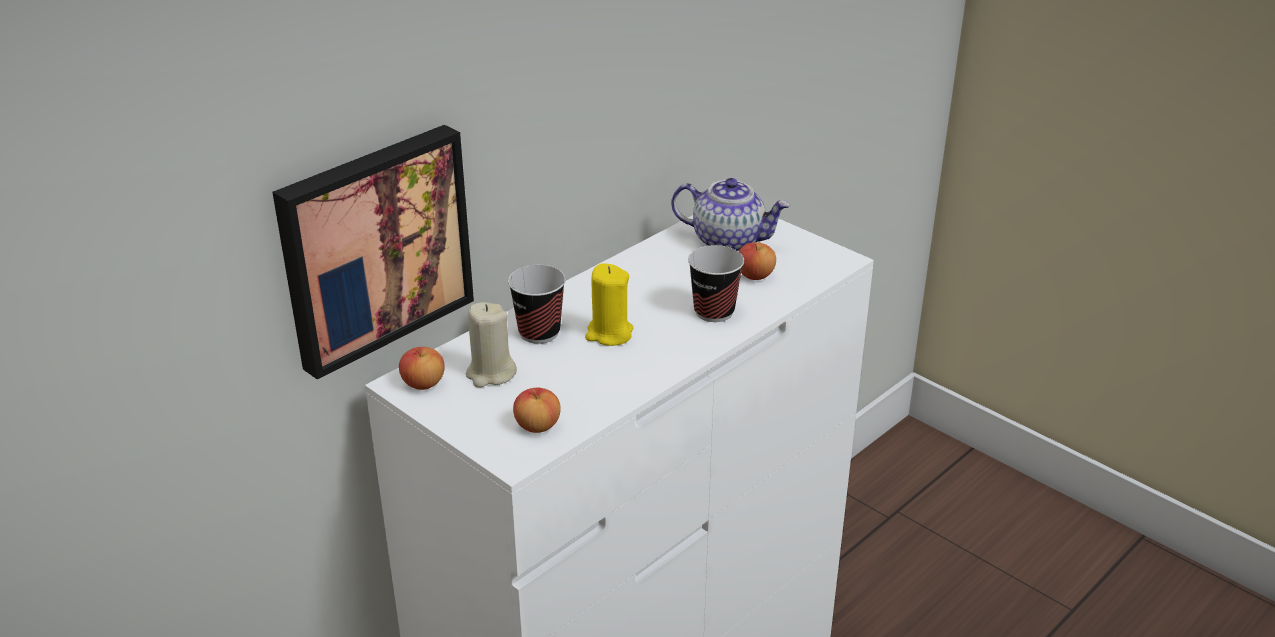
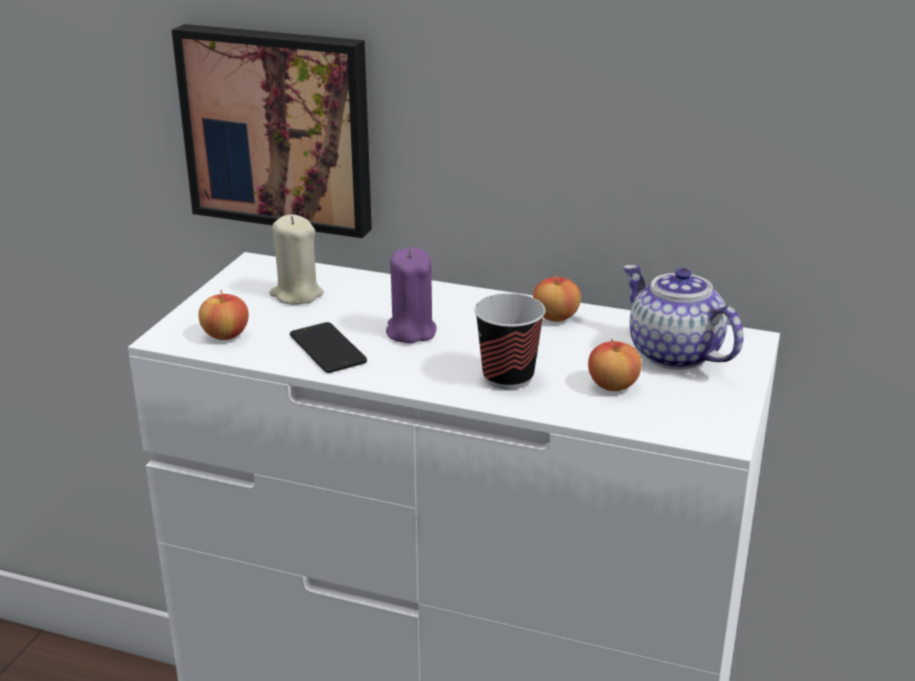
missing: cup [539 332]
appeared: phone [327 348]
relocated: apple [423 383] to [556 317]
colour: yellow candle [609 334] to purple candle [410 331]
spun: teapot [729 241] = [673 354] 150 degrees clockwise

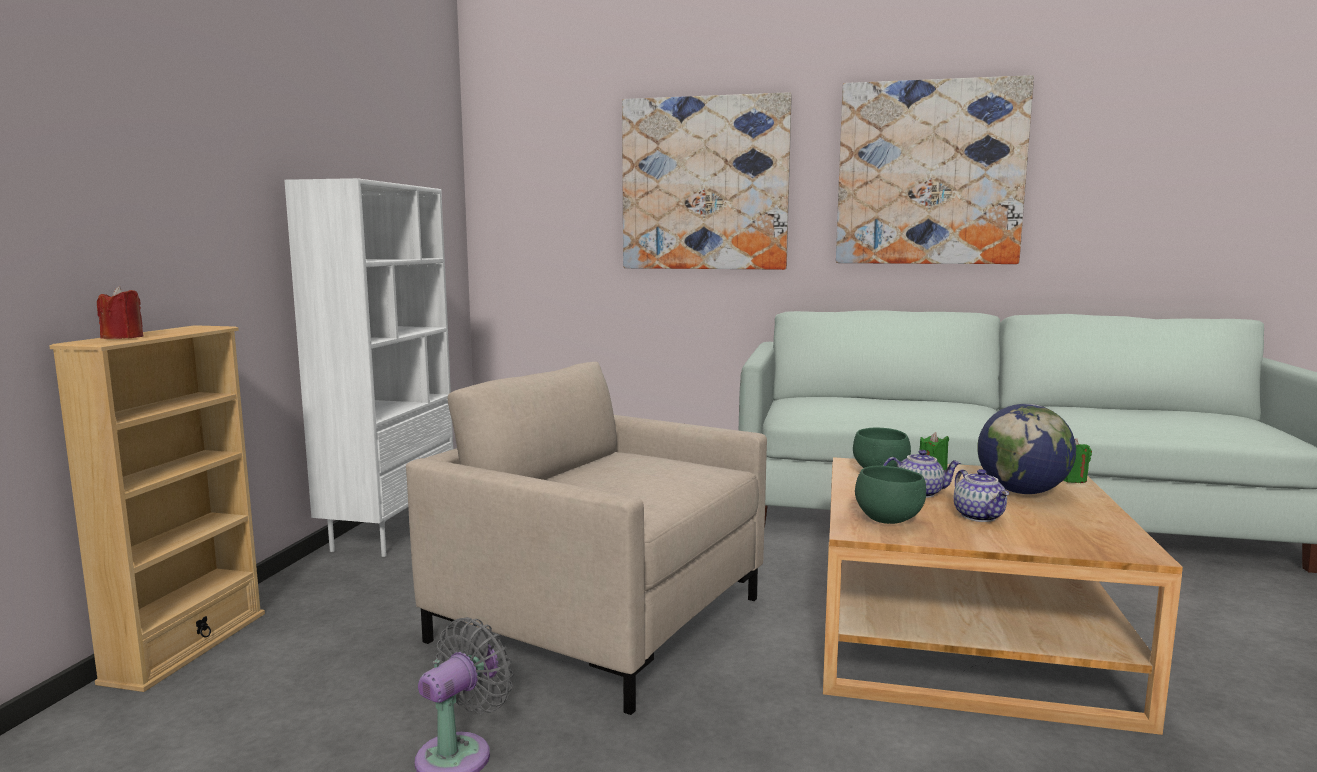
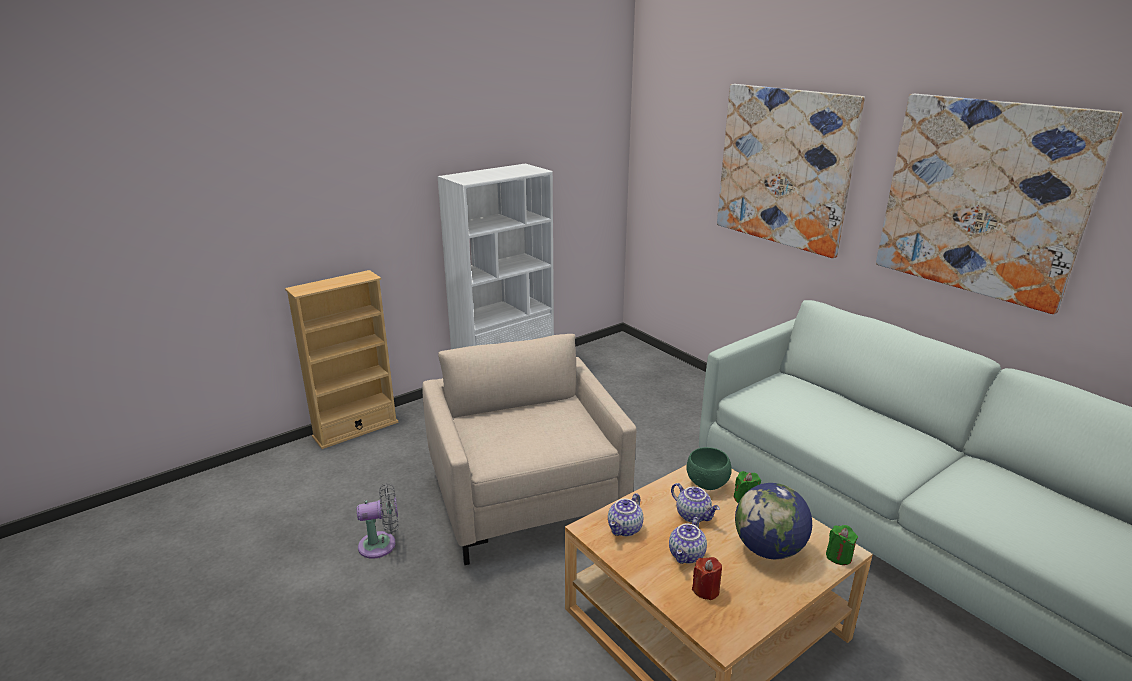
relocated: red candle [123 337] to [706 590]
exchanged: green bowl [889 520] to teapot [625 529]

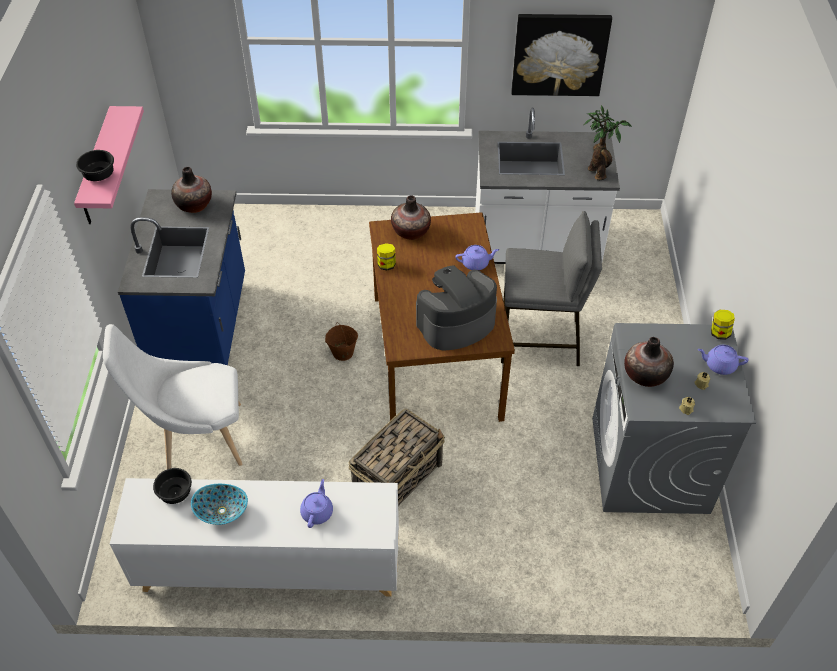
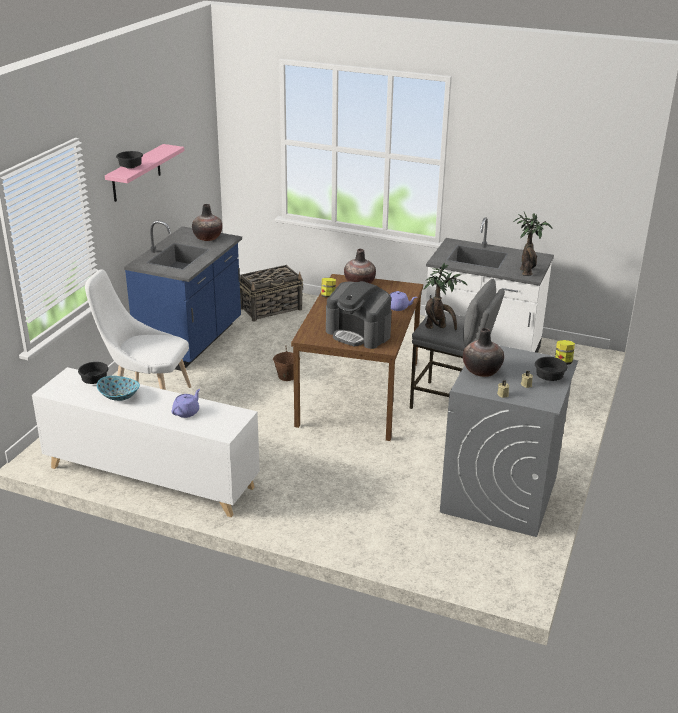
missing: picture [559 54]
appeared: potted plant [438 327]
relocated: basket [398 476] to [271 309]
exchanged: purple teapot [719 365] to black bowl [550 378]
spun: coffee machine [455 324] = [359 333] 135 degrees counterclockwise

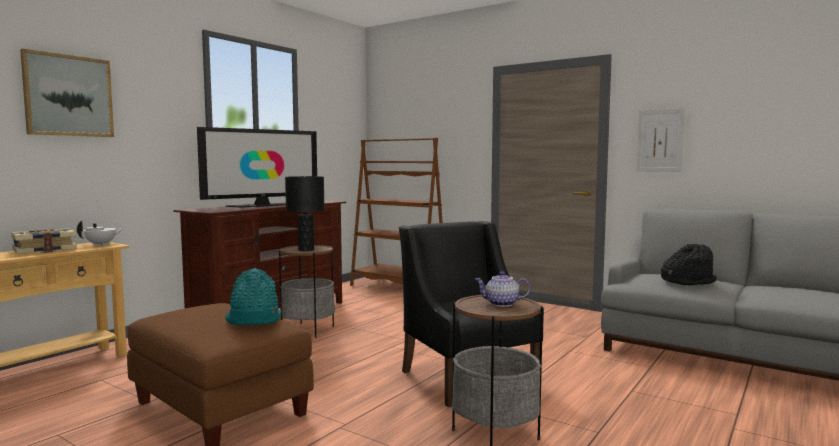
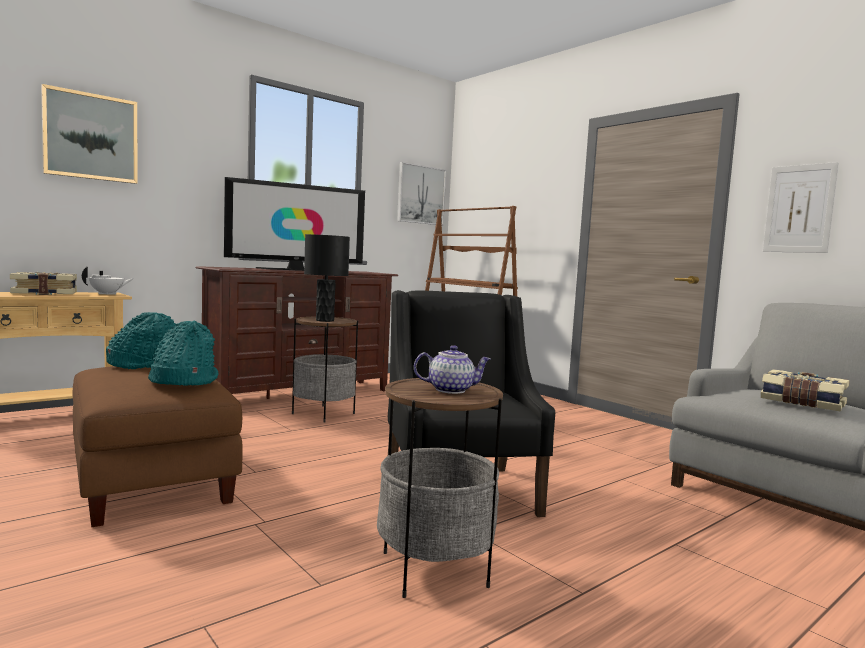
appeared: turquoise hat [146 364]; picture [421 194]
exchanged: black hat [687 281] to book [802 403]
spun: teapot [501 304] = [451 390] 150 degrees clockwise

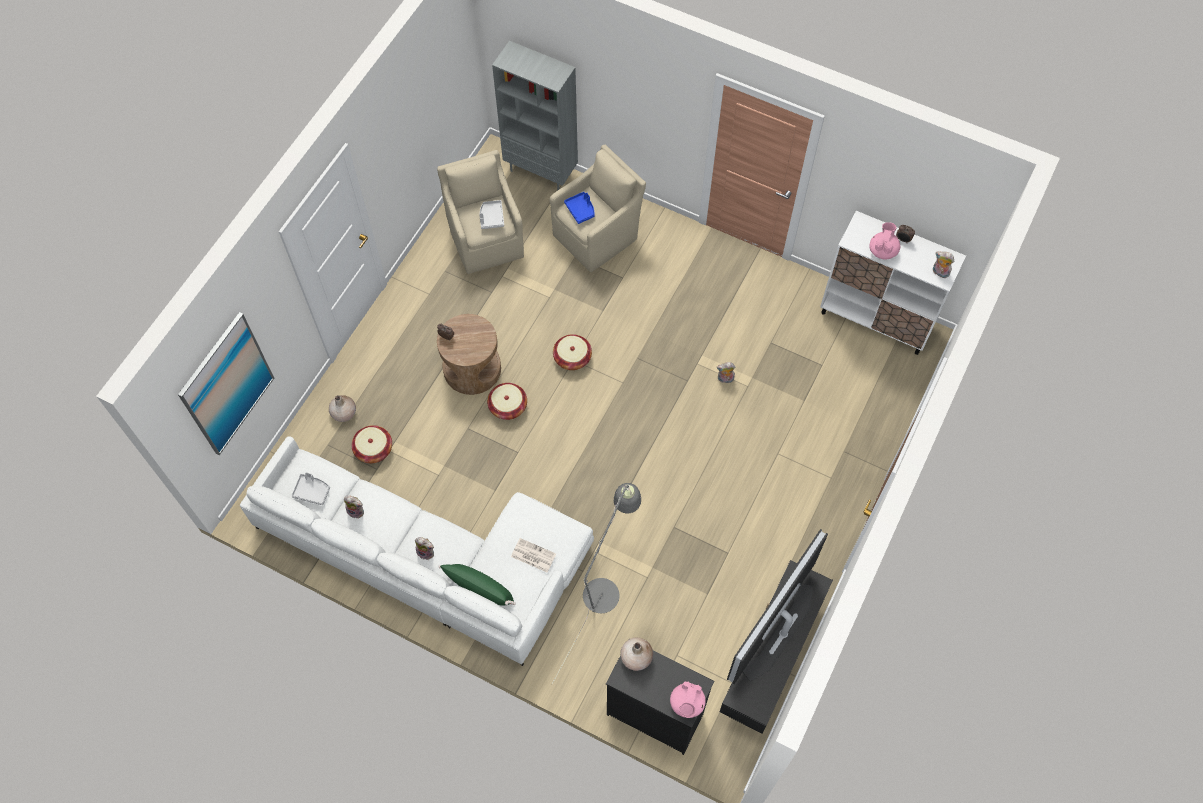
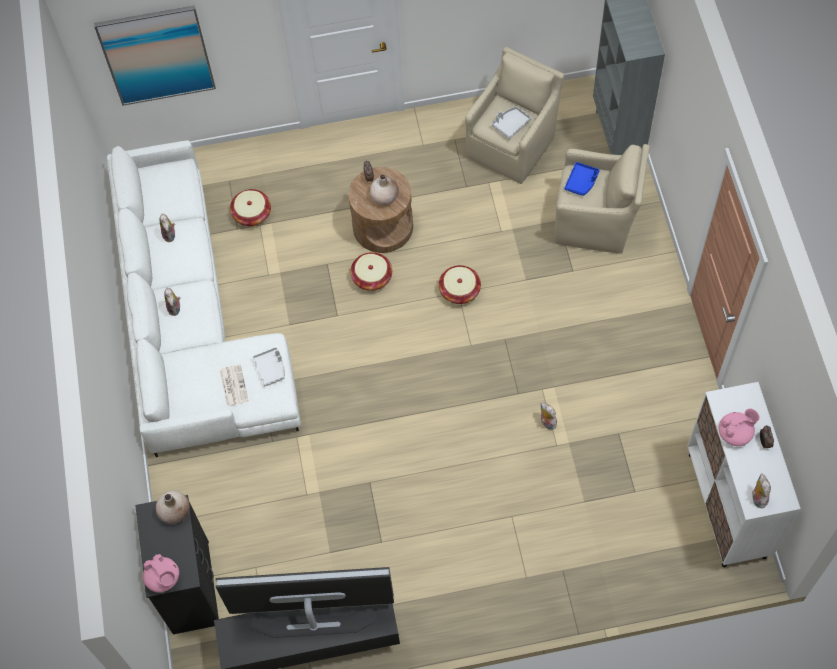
missing: green pillow [479 588]; grey floor lamp [605 586]
relocated: grey tray [312 491] to [271 368]; beige vase [344 413] to [384 196]
spun: pink teapot [687 704] = [163 579] 105 degrees counterclockwise

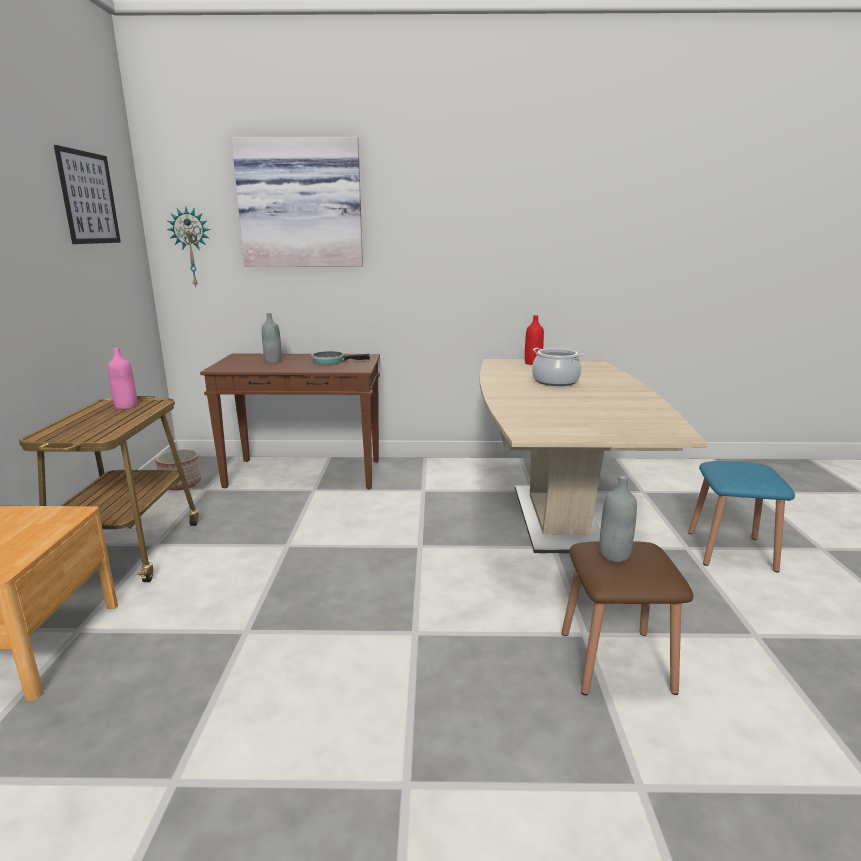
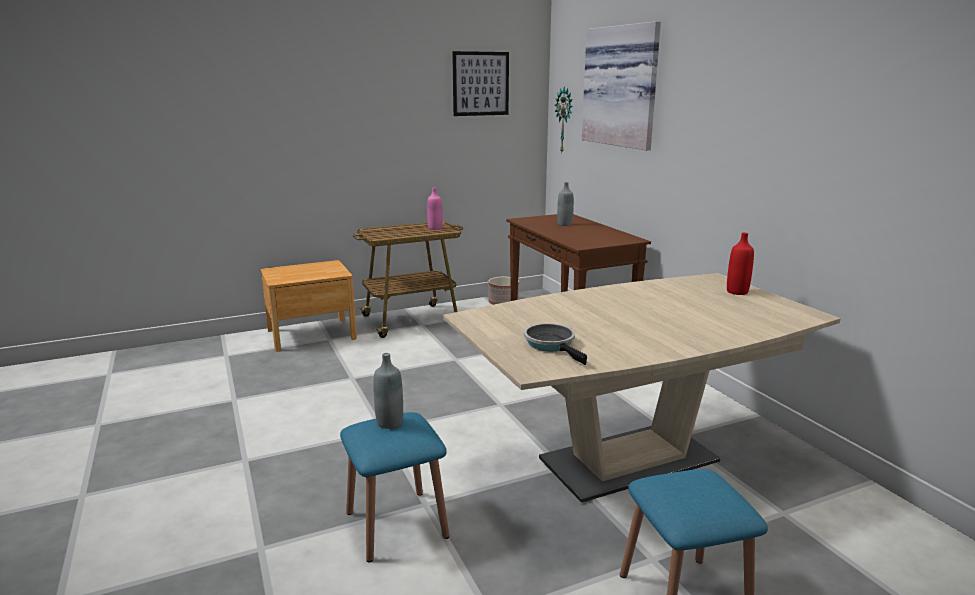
missing: cooking pot [555 381]
relocated: frying pan [331 361] to [552 345]
colour: brown stool [615 661] to blue stool [396 524]

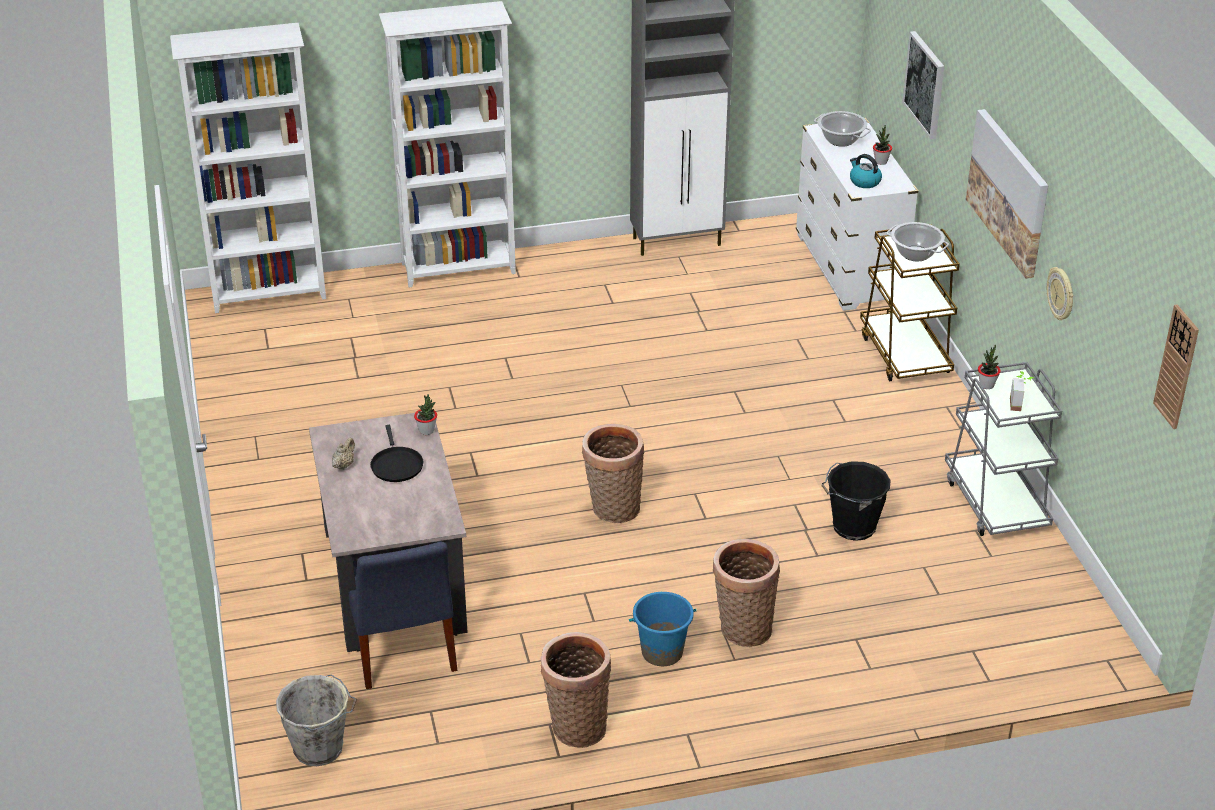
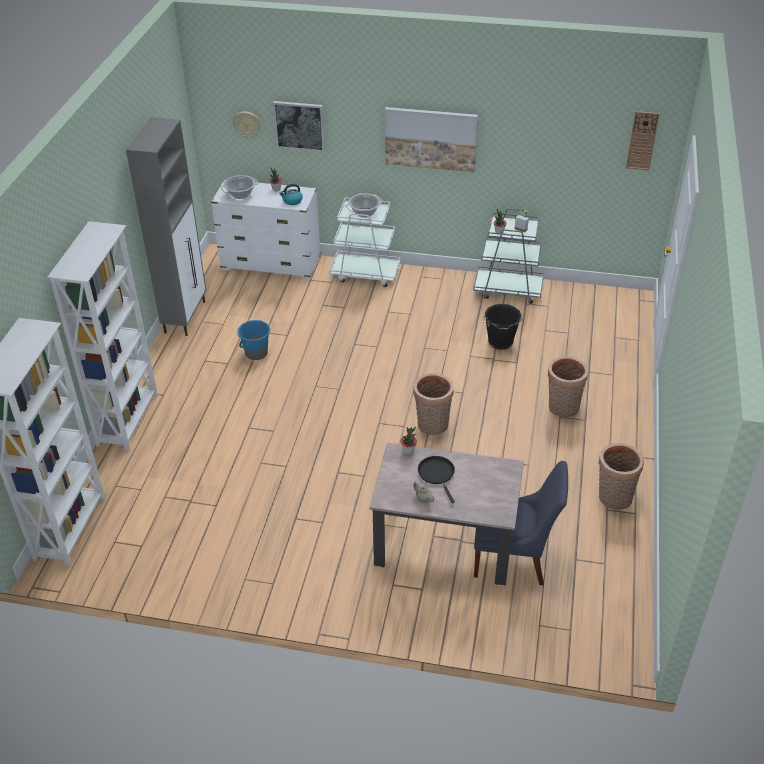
missing: grey bucket [320 748]
relocated: blue bucket [662 652] to [256 353]; wall clock [1061 294] to [247 124]
colour: brown cart [904 354] to white cart [365 273]
spun: black frying pan [396 465] = [437 474] 120 degrees counterclockwise

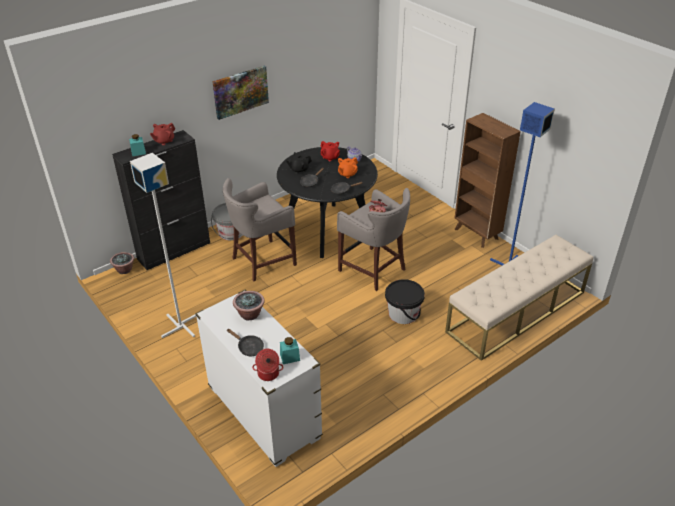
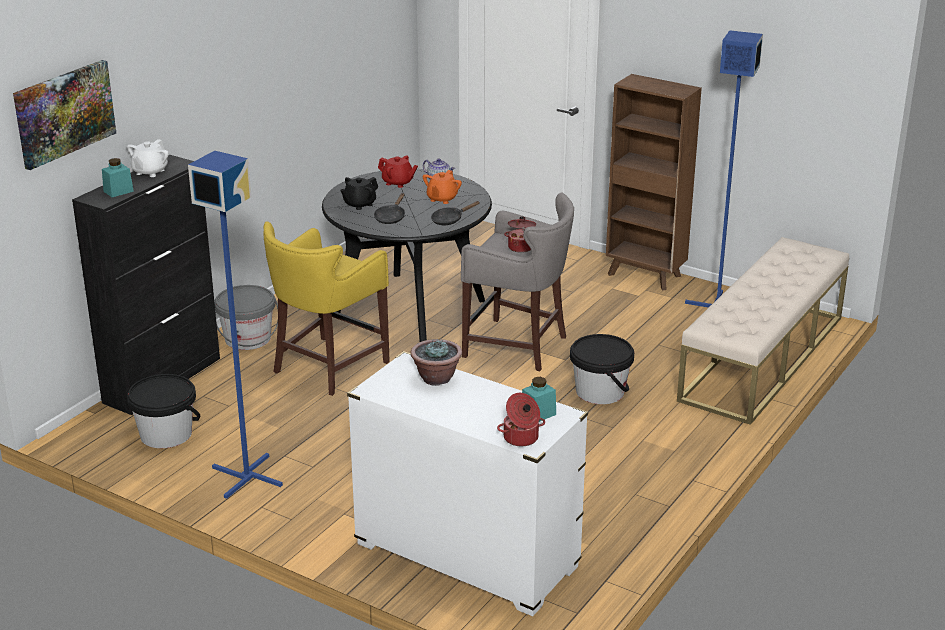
missing: potted plant [124 270]; black frying pan [248 347]
appeared: black bucket [166 434]
relocated: picture [240 91] to [64 113]
colour: white floor lamp [181 325] to blue floor lamp [247 476]; red teapot [164 141] to white teapot [150 172]; grey stool [261 261] to yellow stool [327 367]

